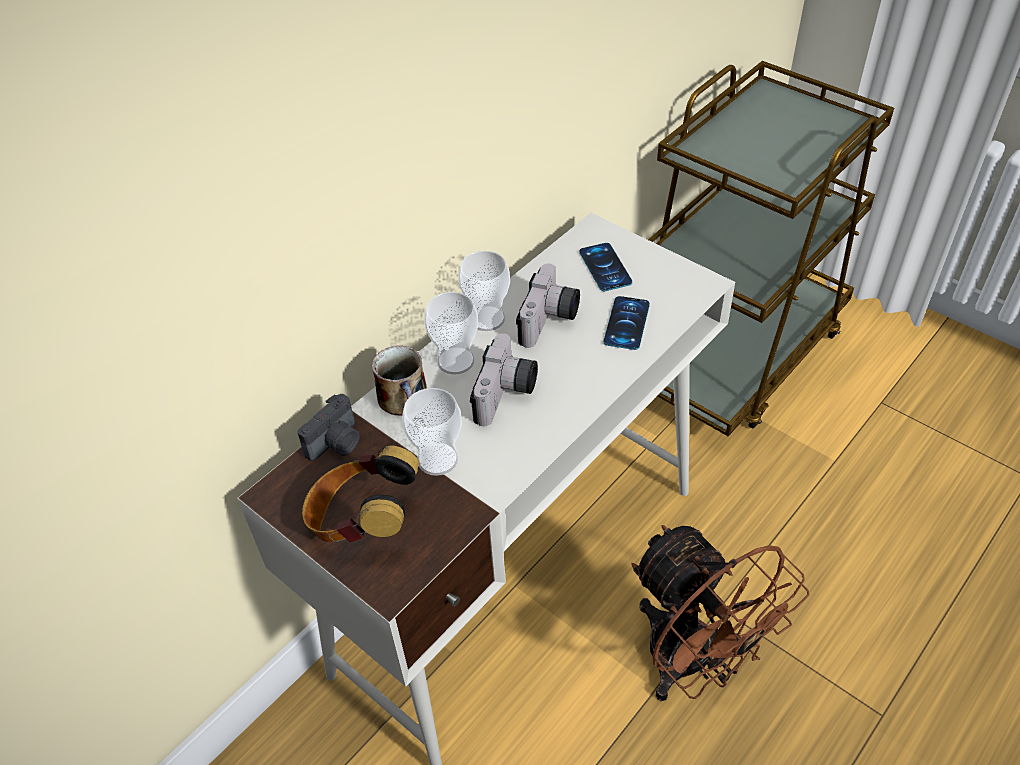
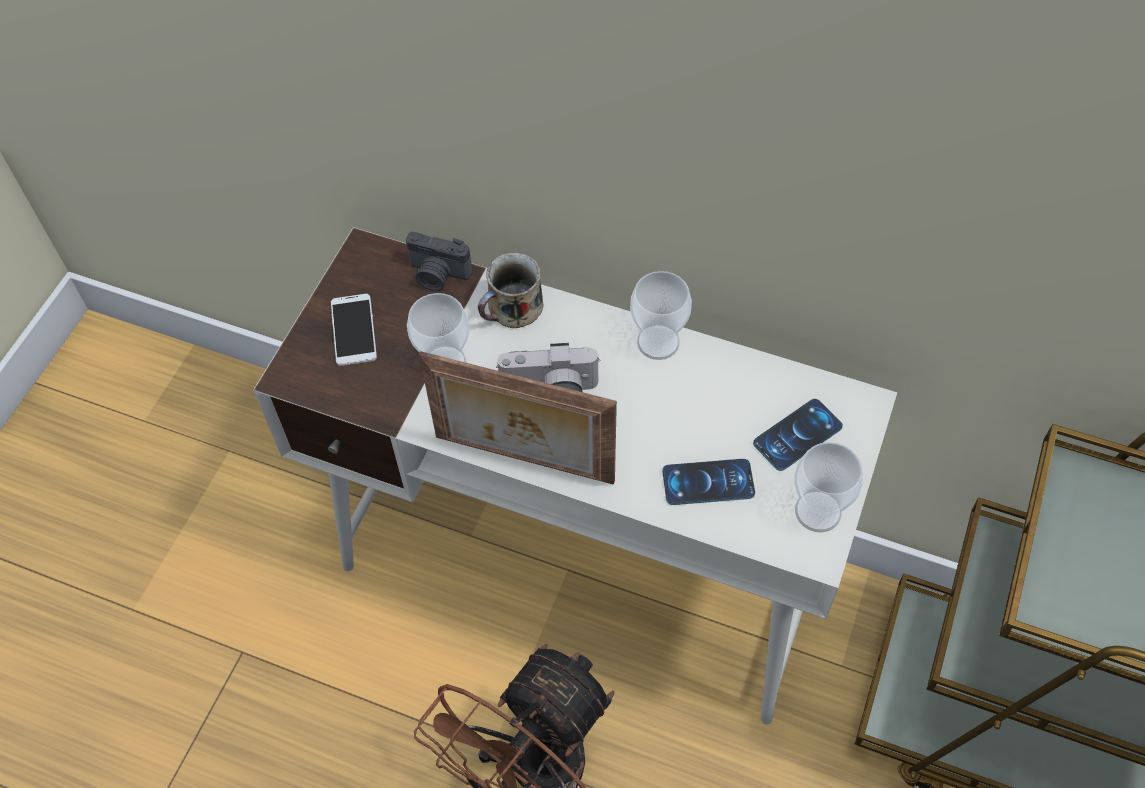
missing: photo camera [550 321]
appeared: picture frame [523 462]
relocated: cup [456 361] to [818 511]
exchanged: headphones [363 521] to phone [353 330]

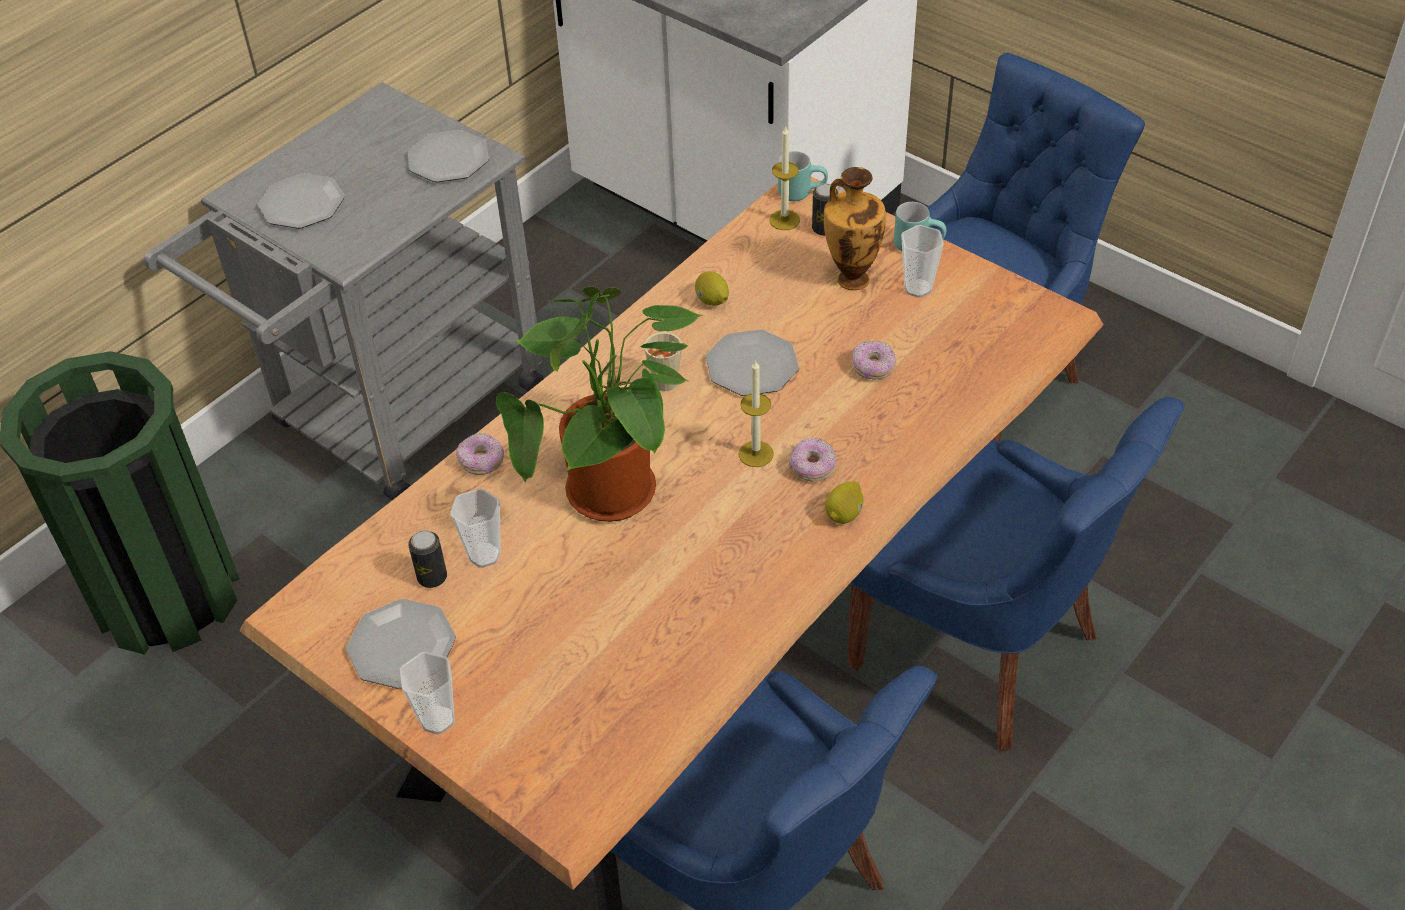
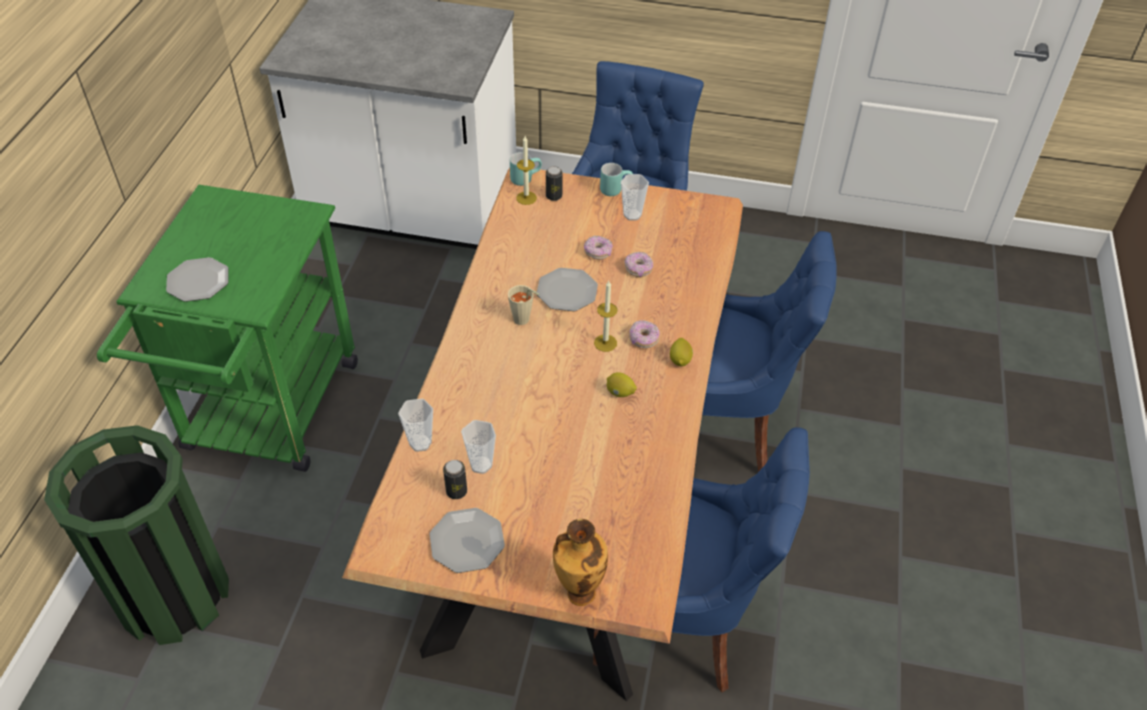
missing: plate [448 160]; potted plant [615 500]
relocated: cup [437 720] to [420 443]; donut [482 462] to [598 253]; lemon [712 301] to [620 393]; vase [851 278] to [579 592]
colour: grey cart [393 418] to green cart [266 417]

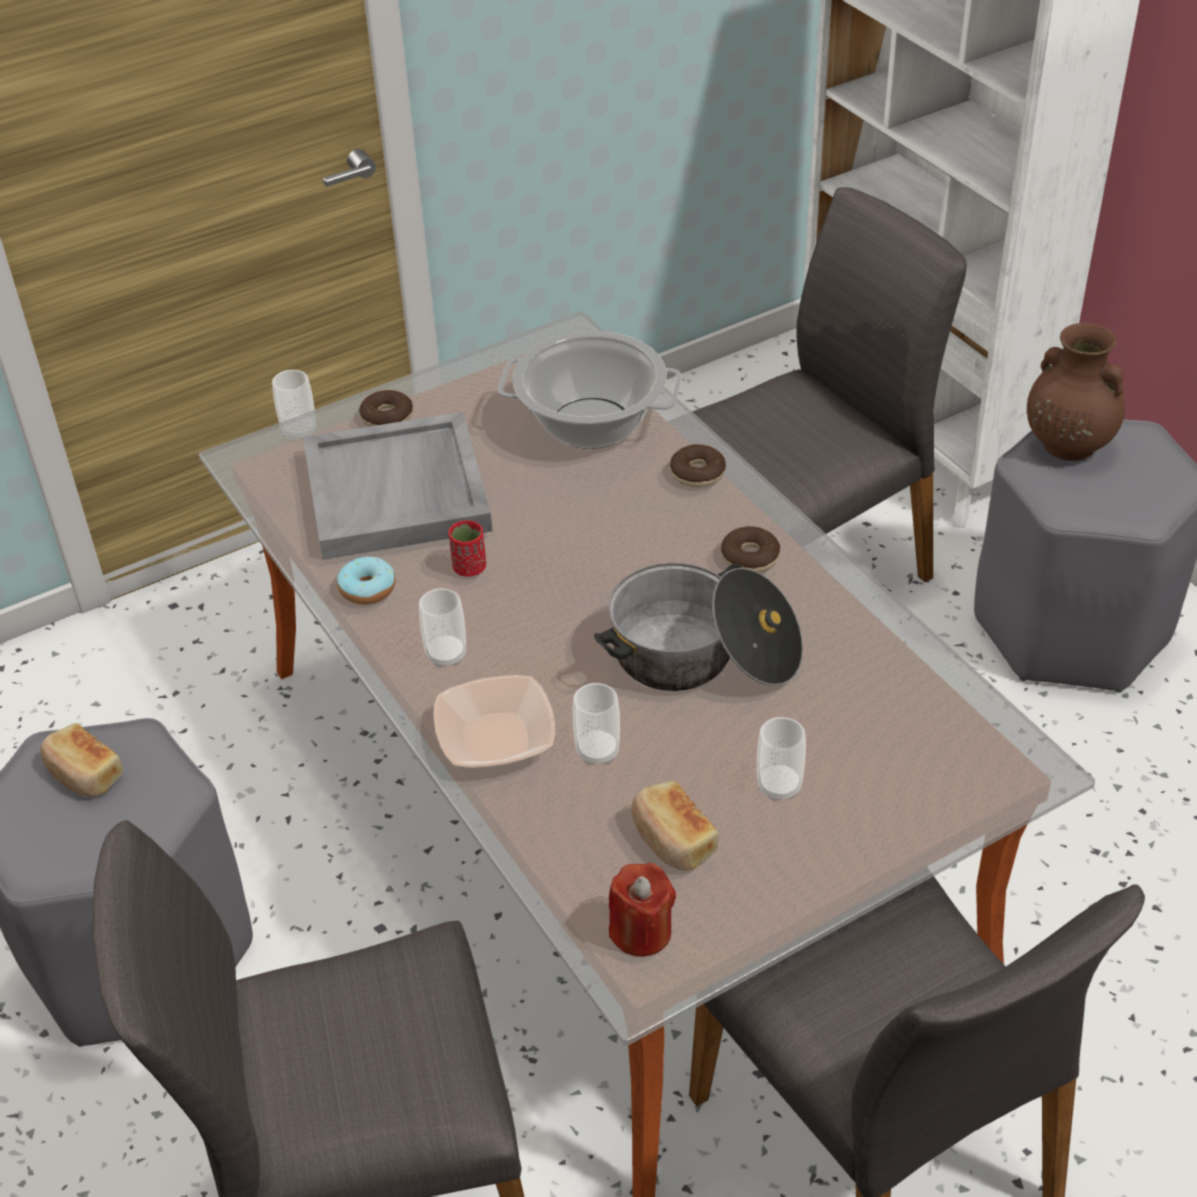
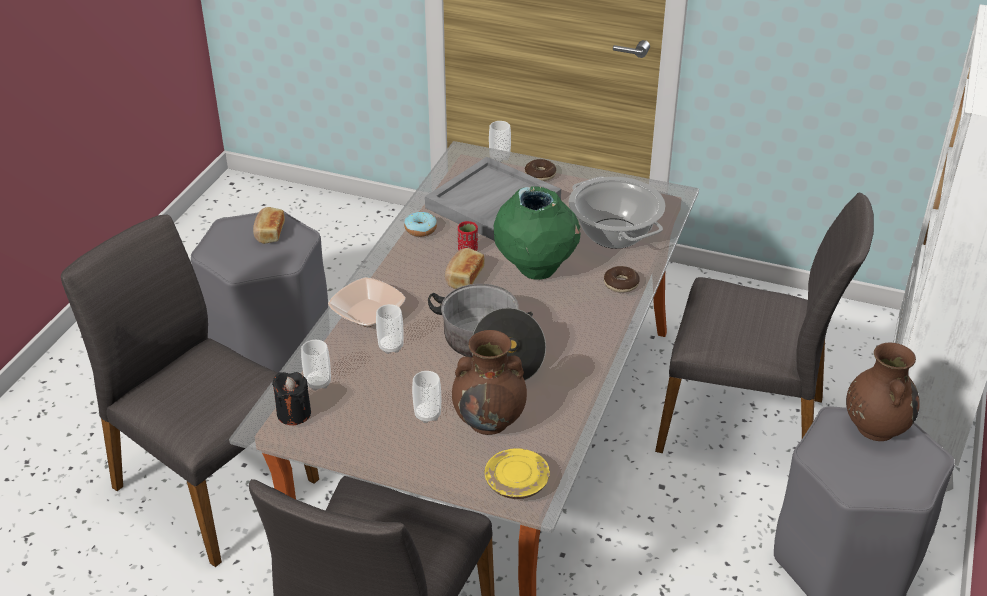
missing: donut [750 557]
appeared: brown vase [490 420]; yellow plate [517 482]; green vase [536 270]
relocated: cup [446 655] to [318 383]; bread [672 839] to [463 277]
colour: red candle [641 932] to black candle [294 413]

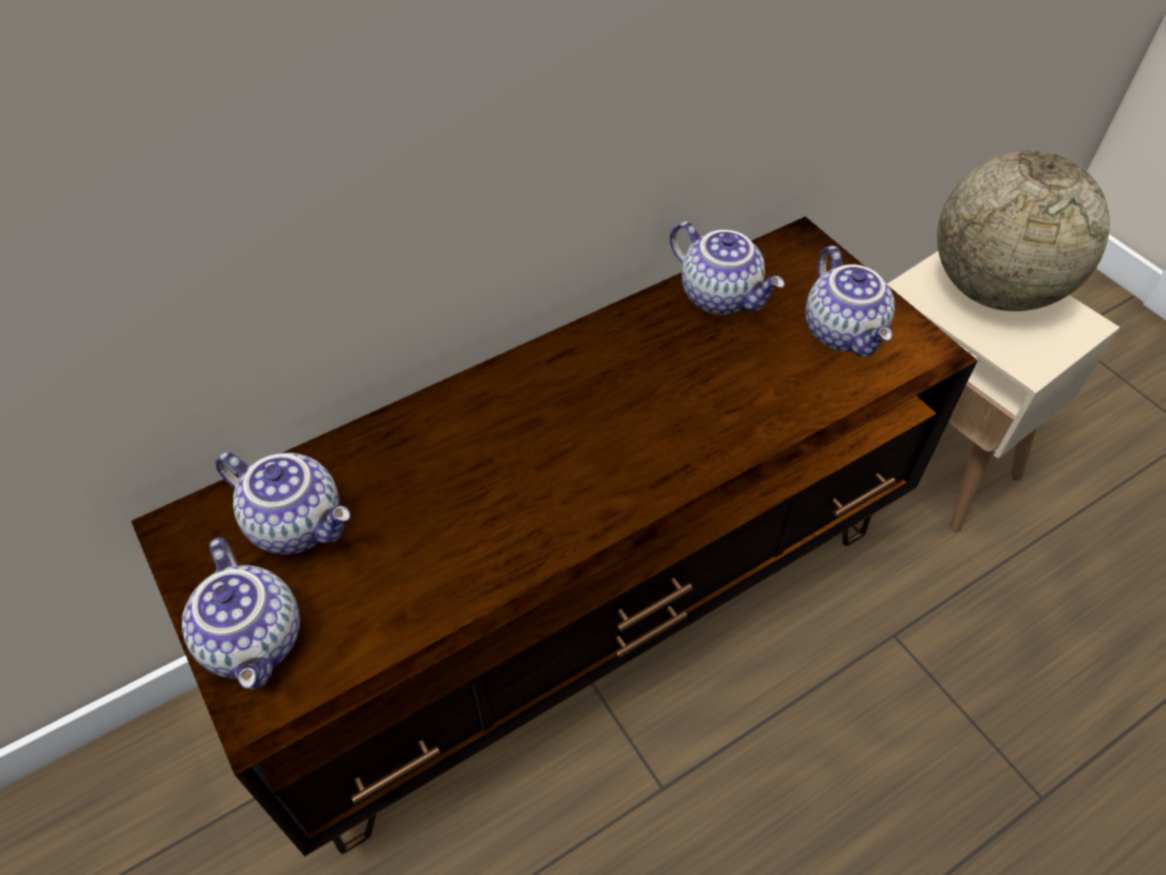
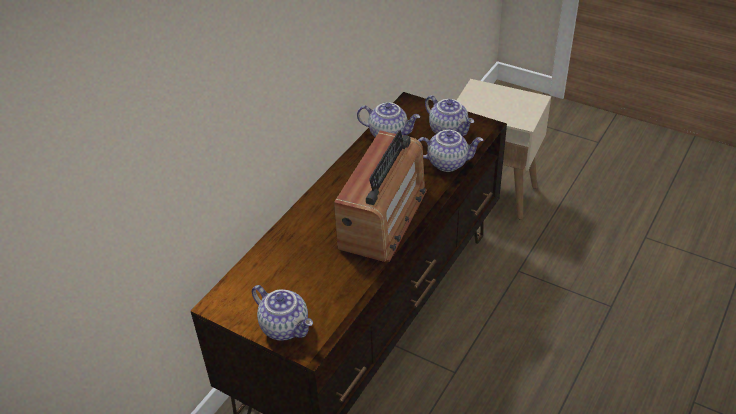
missing: globe [993 289]
appeared: radio [383 218]
relocated: teapot [299 523] to [447 162]

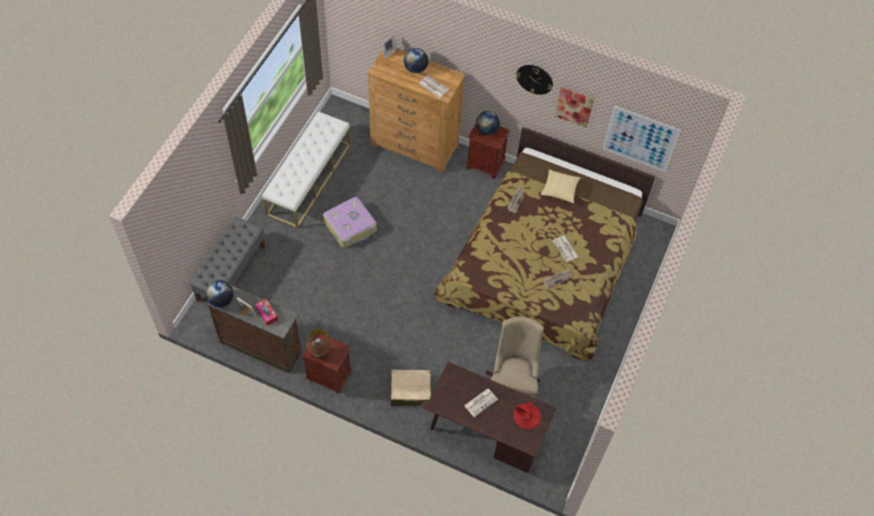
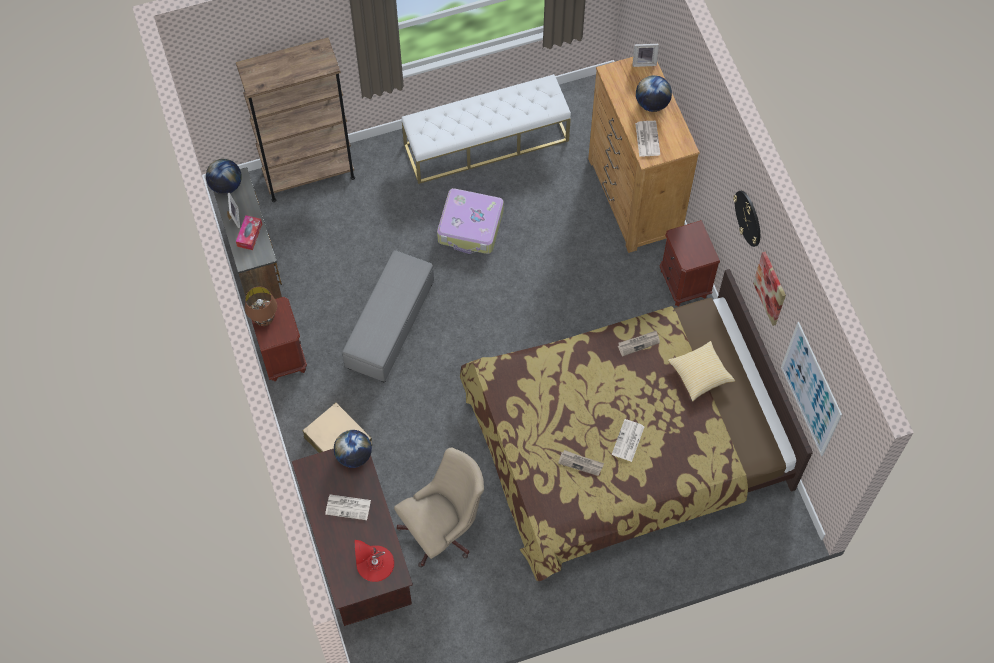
appeared: grey ottoman [389 326]
relocated: globe [487 130] to [354 456]
exchanged: grey bench [231 273] to brown bookcase [308 175]

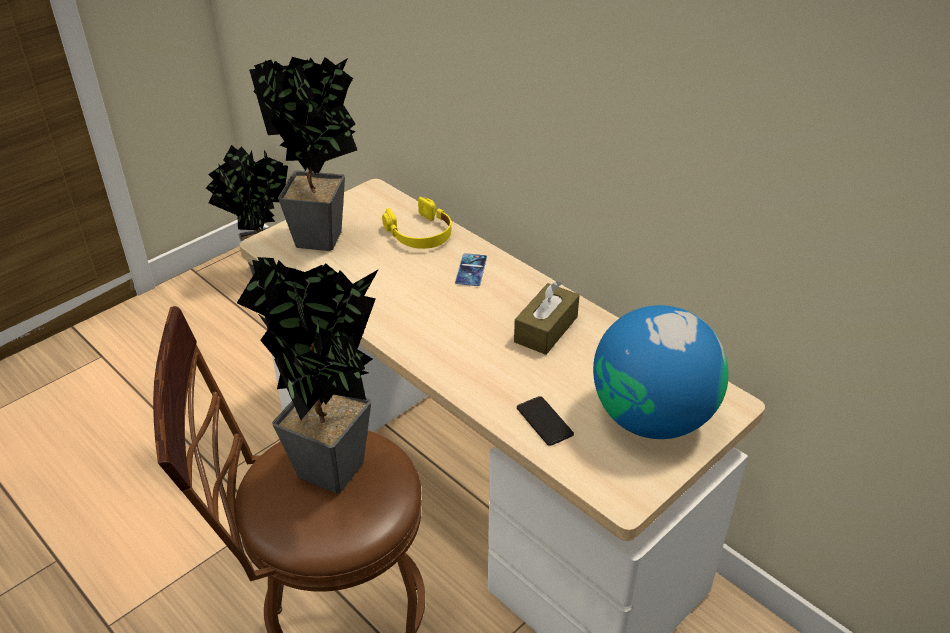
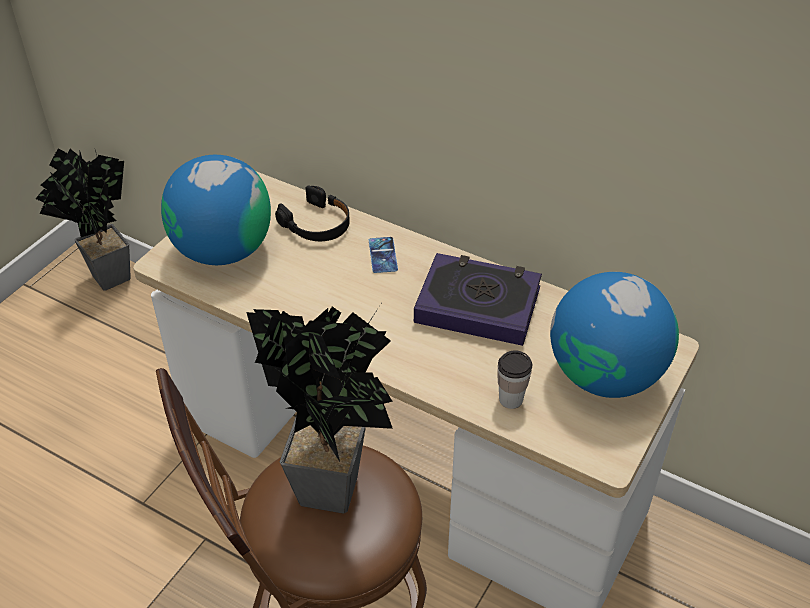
exchanged: potted plant [325 242] to globe [223 250]; brown tissue box [546 329] to book [478 305]; phone [544 421] to cup [511 399]
colour: yellow headphones [420 233] to black headphones [317 224]

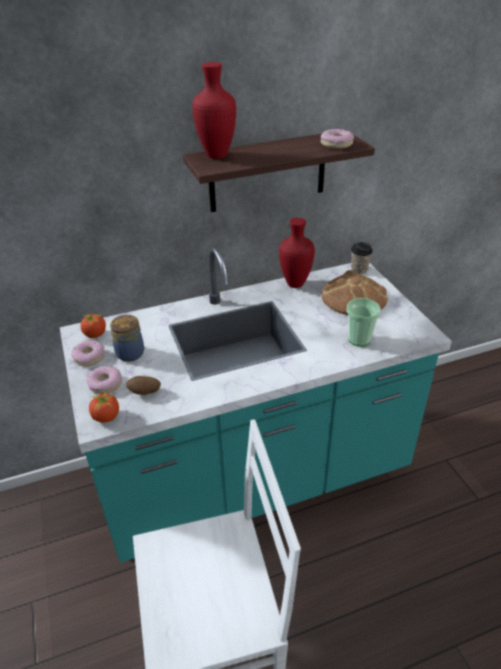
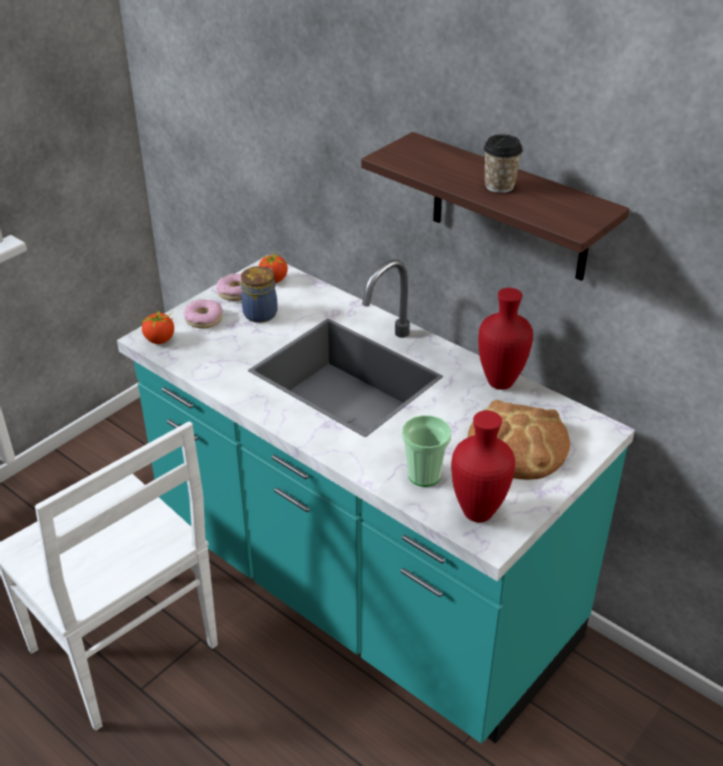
missing: potato [144 392]; donut [336 144]
relocated: red vase [216 156] to [475 513]; cup [359 270] to [499 186]

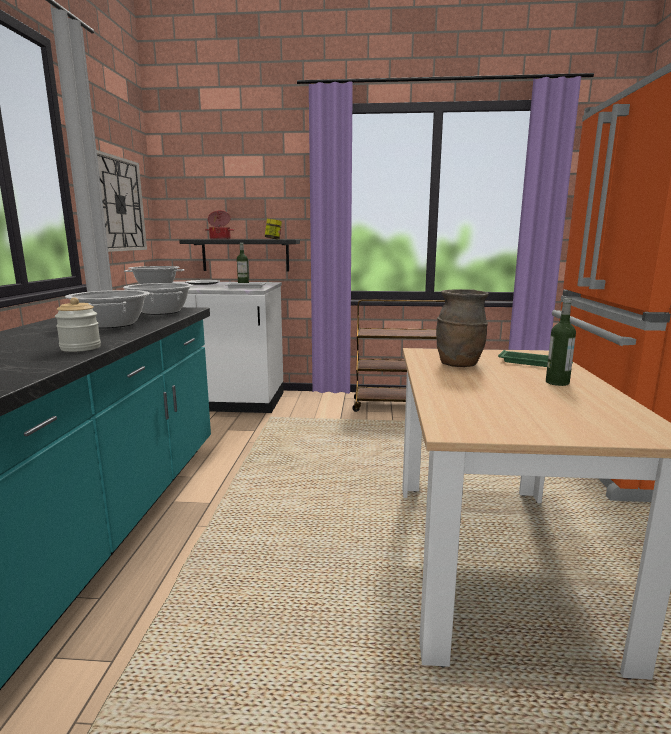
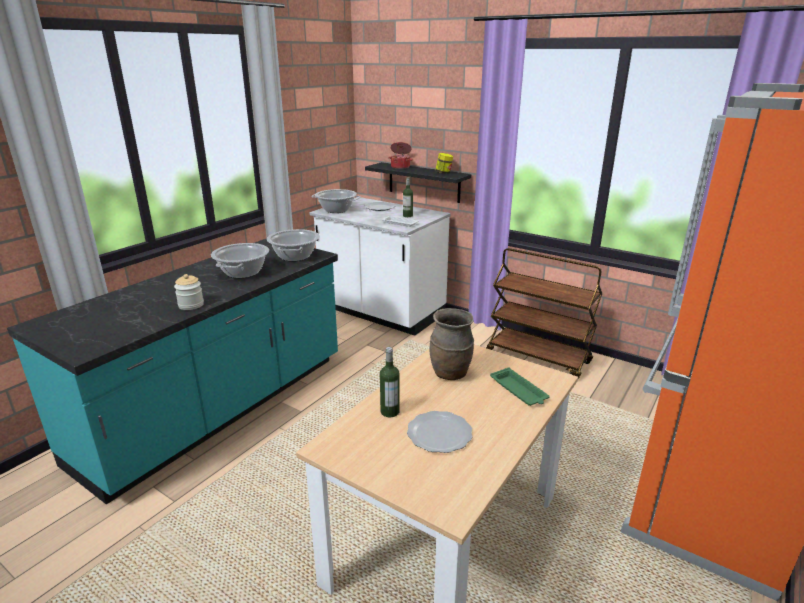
missing: wall clock [118 204]
appeared: plate [439 434]
relocated: bottle [557 382] to [390 411]

